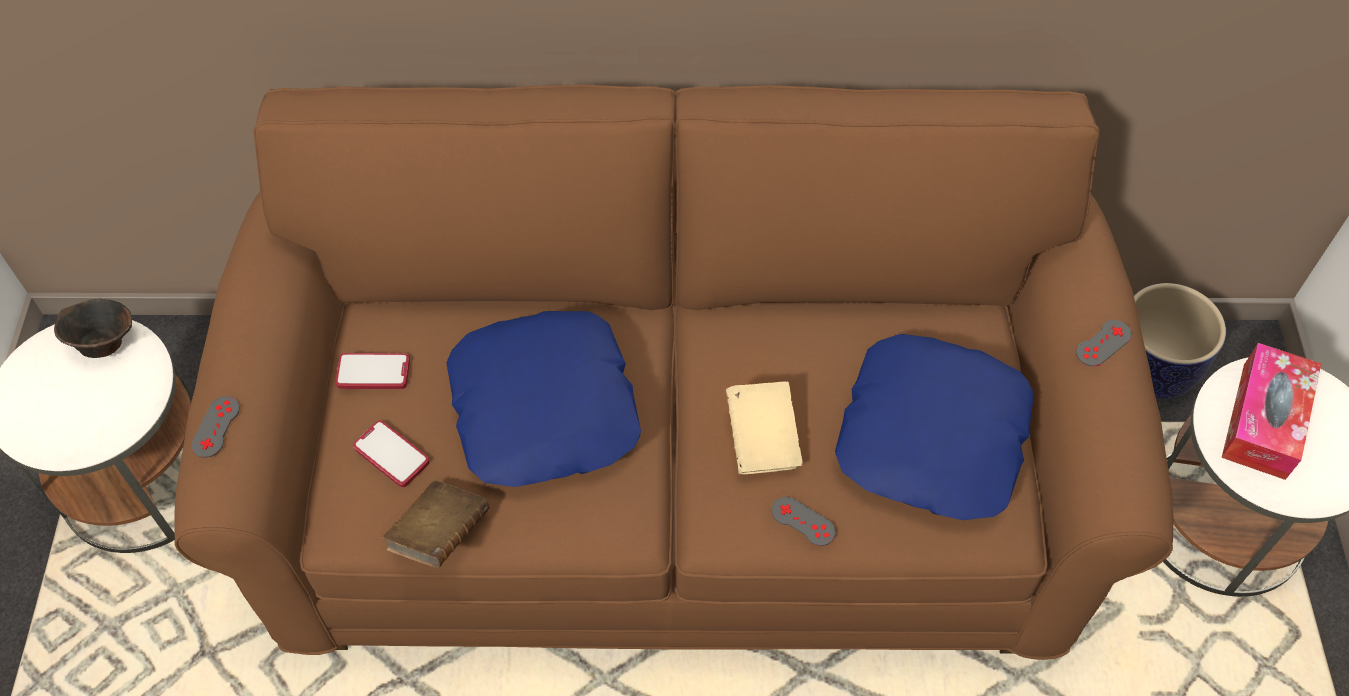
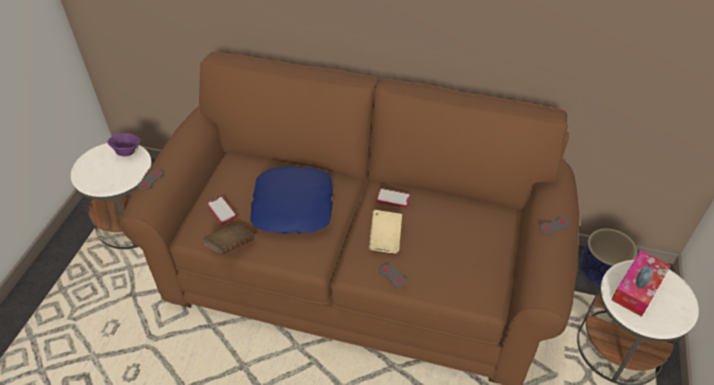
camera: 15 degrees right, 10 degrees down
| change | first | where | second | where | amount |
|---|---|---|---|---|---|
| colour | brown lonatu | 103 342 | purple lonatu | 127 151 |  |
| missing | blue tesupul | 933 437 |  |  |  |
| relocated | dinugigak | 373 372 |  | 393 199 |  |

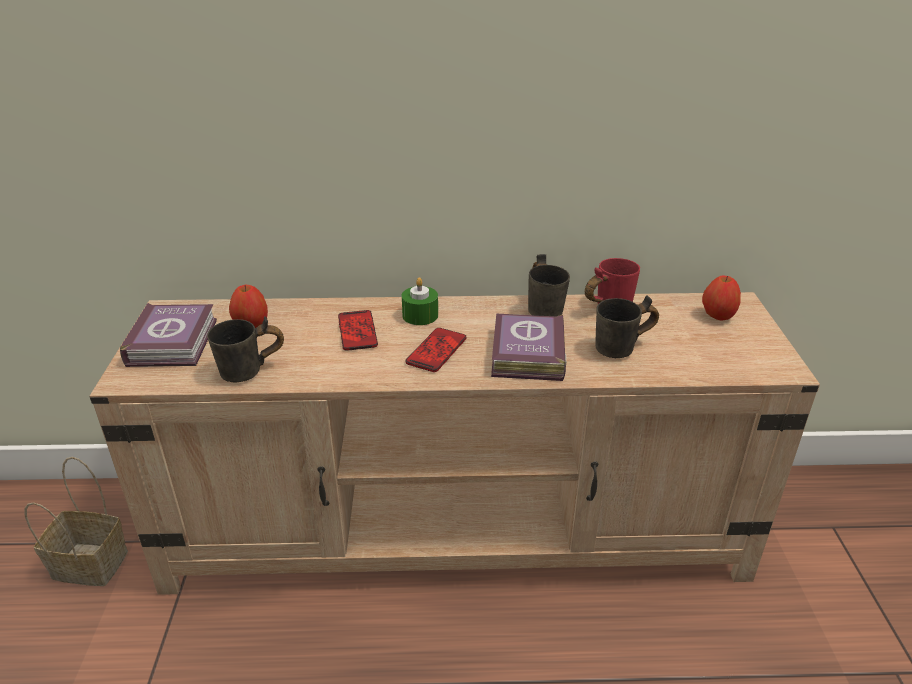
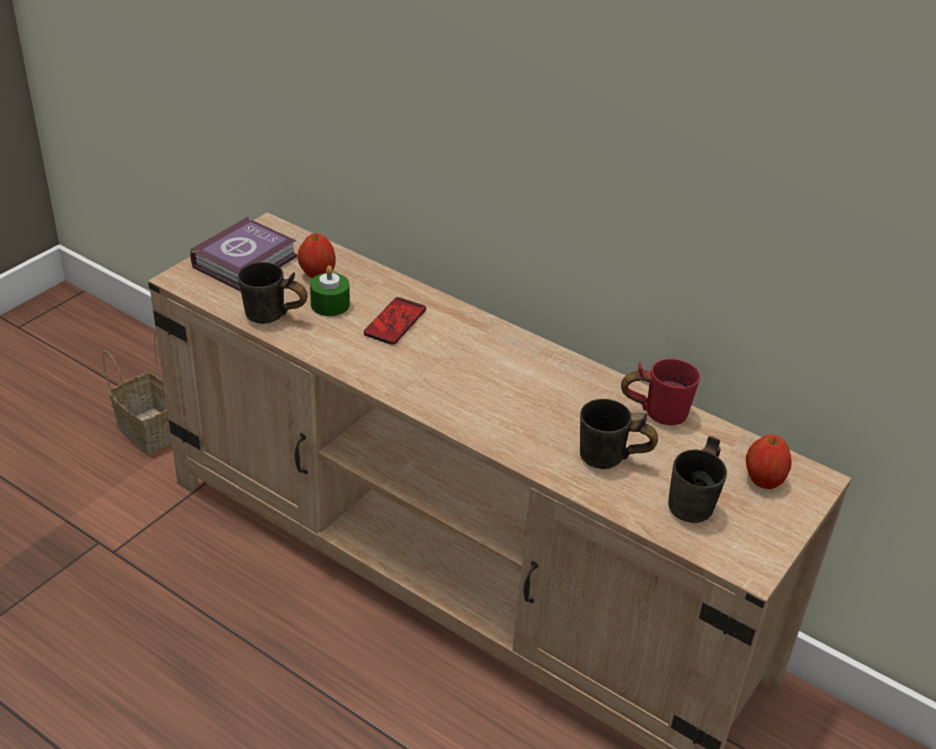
camera: 35 degrees right, 5 degrees up
| change | first | where | second | where | amount |
|---|---|---|---|---|---|
| relocated | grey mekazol | 547 308 |  | 699 504 |  |
| relocated | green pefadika | 420 315 |  | 330 304 |  |
| missing | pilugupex | 526 355 |  |  |  |
| missing | dinugigak | 436 351 |  |  |  |

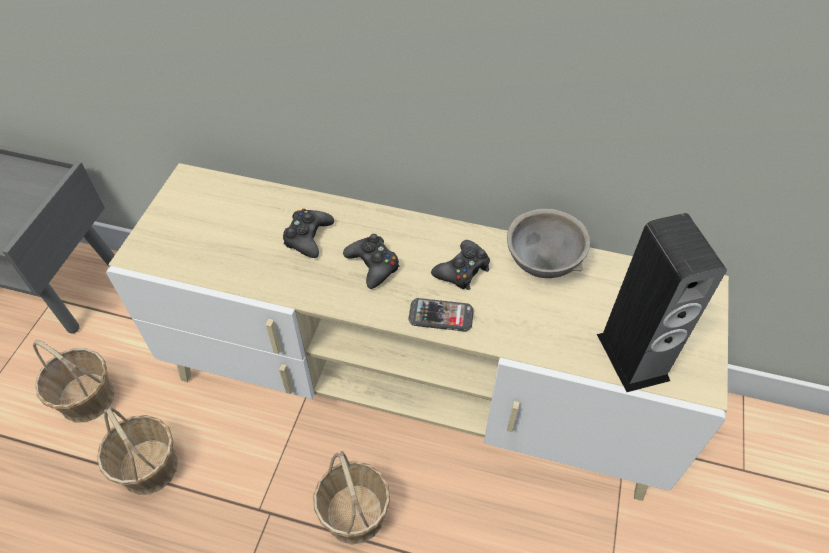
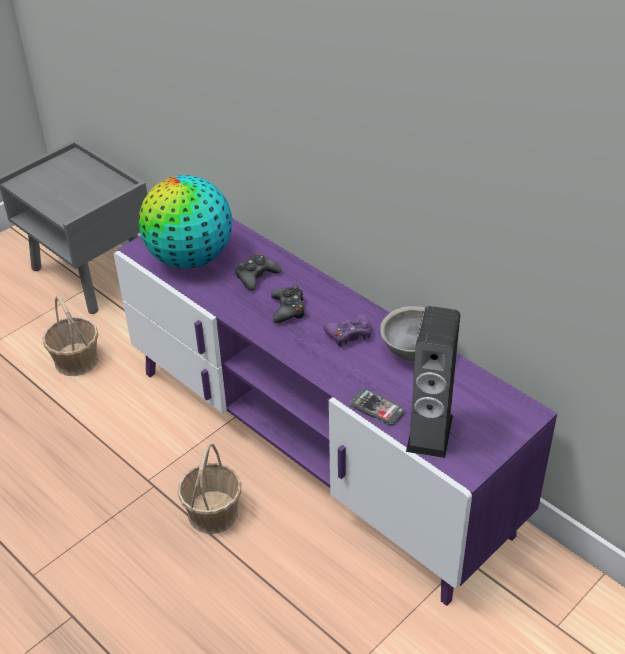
camera: 30 degrees right, 10 degrees down
| change | first | where | second | where | amount |
|---|---|---|---|---|---|
| colour | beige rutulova | 414 386 | purple rutulova | 316 448 |  |
| colour | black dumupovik | 462 270 | purple dumupovik | 349 335 |  |
| relocated | dinugigak | 441 316 |  | 377 408 |  |
| missing | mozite | 149 466 |  |  |  |
| appeared |  |  | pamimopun | 190 258 |  |

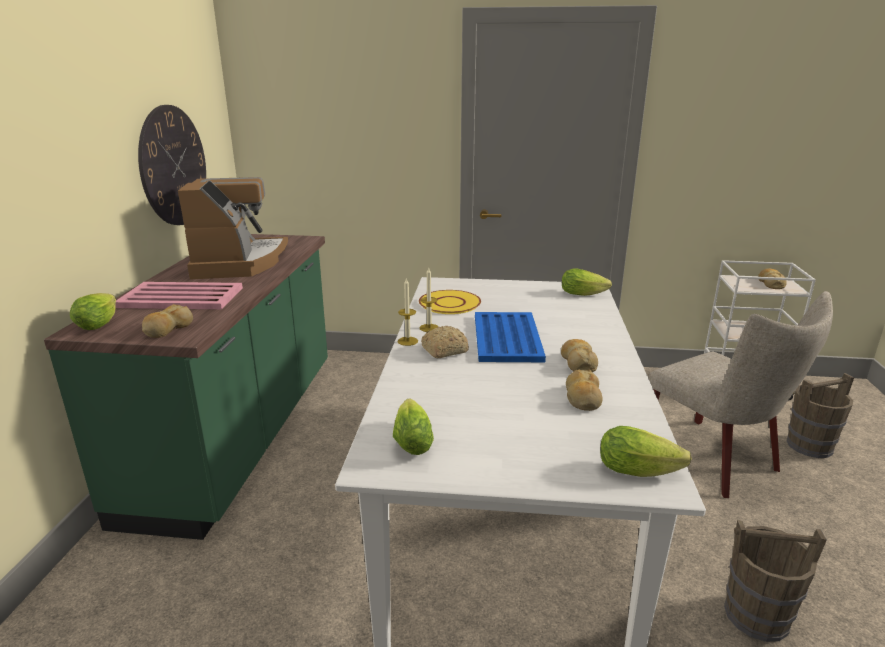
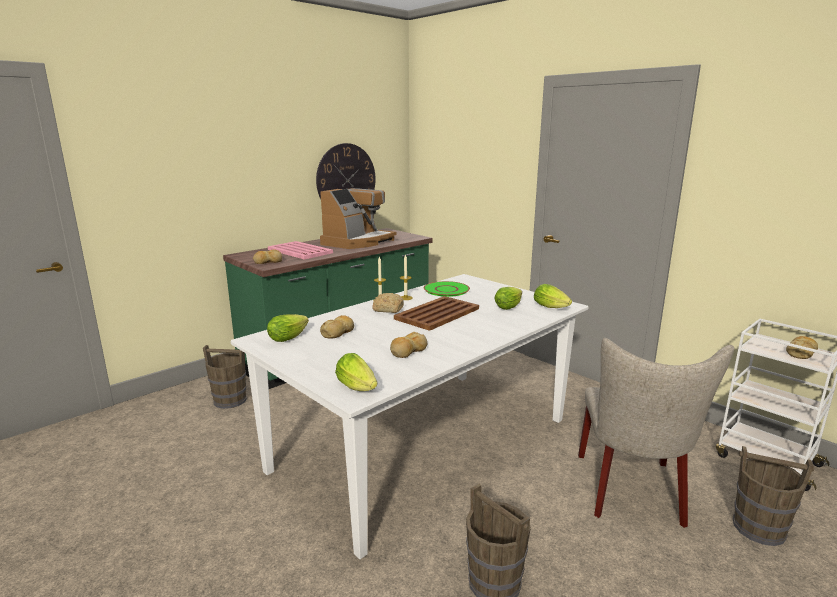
camera: 40 degrees right, 5 degrees down
| change | first | where | second | where | amount |
|---|---|---|---|---|---|
| colour | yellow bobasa | 450 303 | green bobasa | 446 290 |  |
| relocated | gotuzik | 100 322 |  | 509 306 |  |
| colour | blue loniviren | 506 338 | brown loniviren | 436 314 |  |
| relocated | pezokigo | 578 363 |  | 338 332 |  |
| appeared |  |  | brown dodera | 230 400 |  |

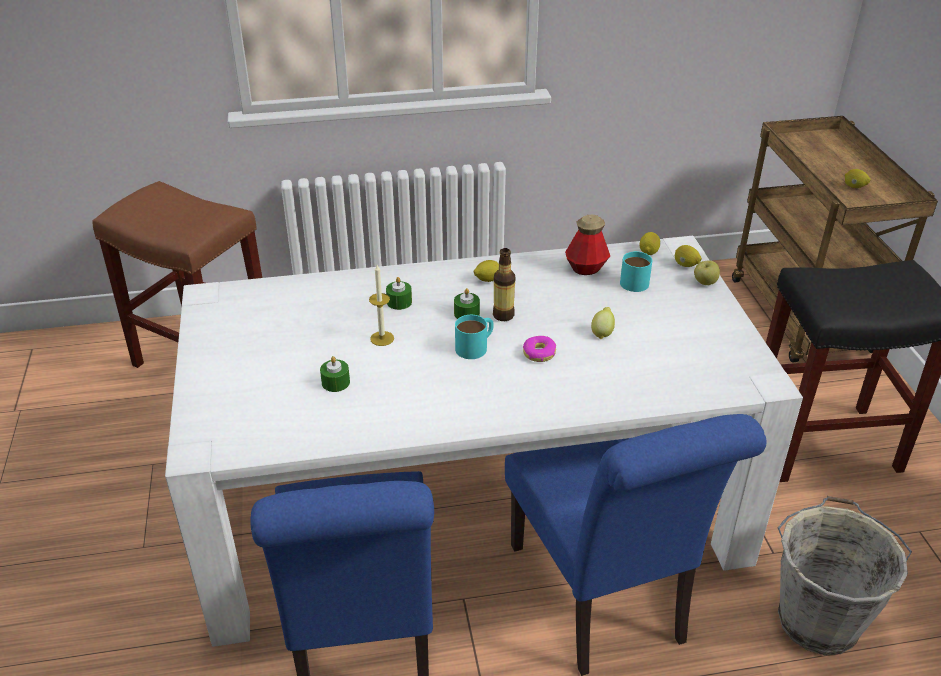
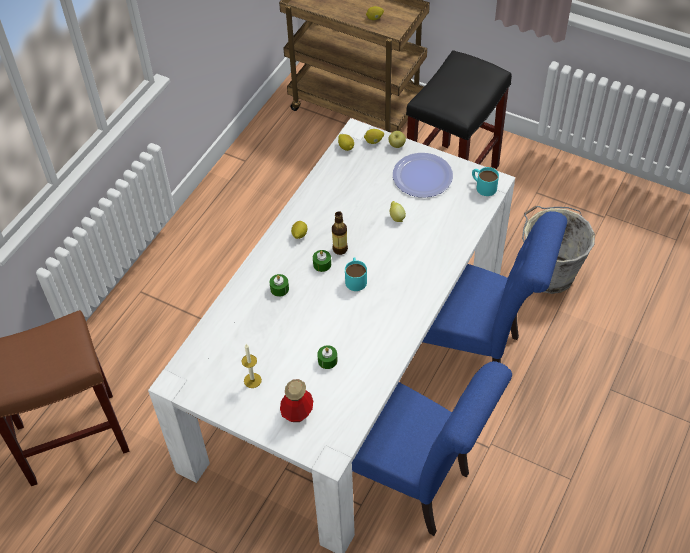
camera: 50 degrees left, 15 degrees up
| change | first | where | second | where | amount |
|---|---|---|---|---|---|
| relocated | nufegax | 586 268 |  | 297 412 |  |
| relocated | turquoise mekazol | 634 280 |  | 483 186 |  |
| relocated | pefadika | 382 338 |  | 252 380 |  |
| missing | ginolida | 539 353 |  |  |  |
| appeared |  |  | bobasa | 422 176 |  |

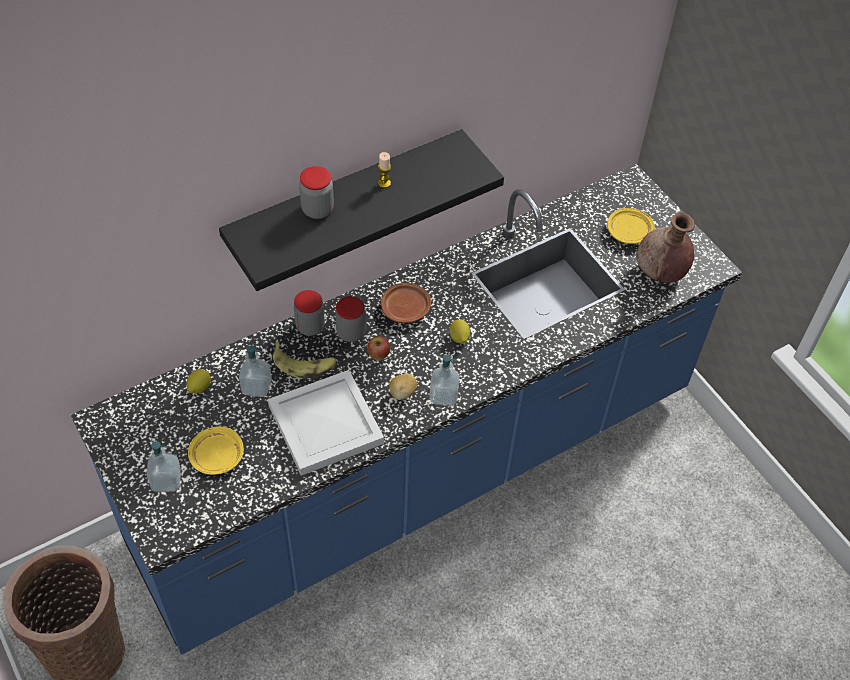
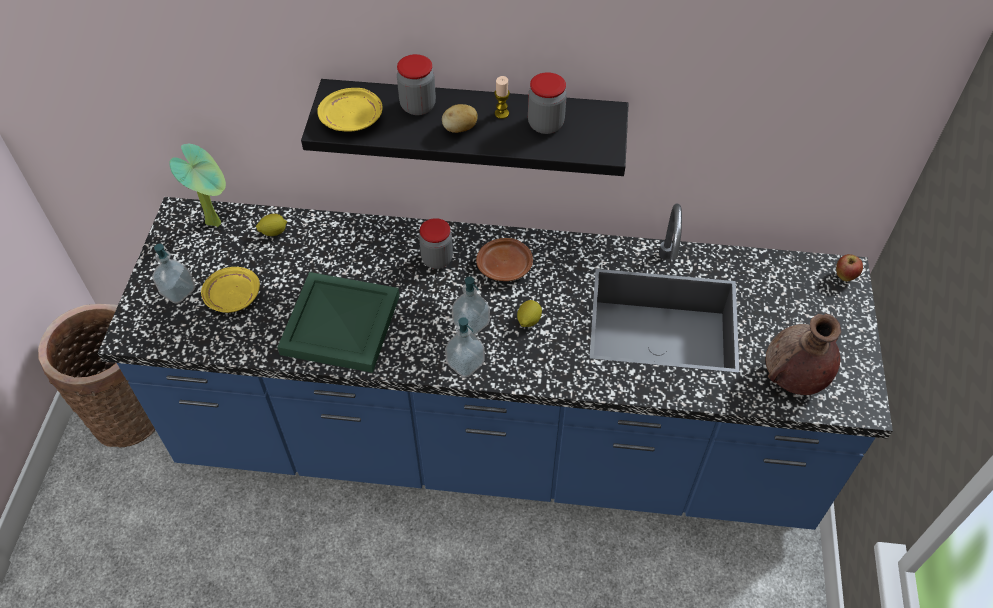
camera: 40 degrees right, 0 degrees up
| change | first | where | second | where | amount |
|---|---|---|---|---|---|
| relocated | yellow bobasa | 629 231 |  | 352 118 |  |
| relocated | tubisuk | 310 326 |  | 545 124 |  |
| relocated | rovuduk | 378 356 |  | 844 276 |  |
| missing | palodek | 304 364 |  |  |  |
| relocated | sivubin | 256 386 |  | 471 323 |  |
| colour | white loniviren | 327 425 | green loniviren | 342 326 |  |
| relocated | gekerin | 402 393 |  | 460 129 |  |
| appeared |  |  | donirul | 216 221 |  |

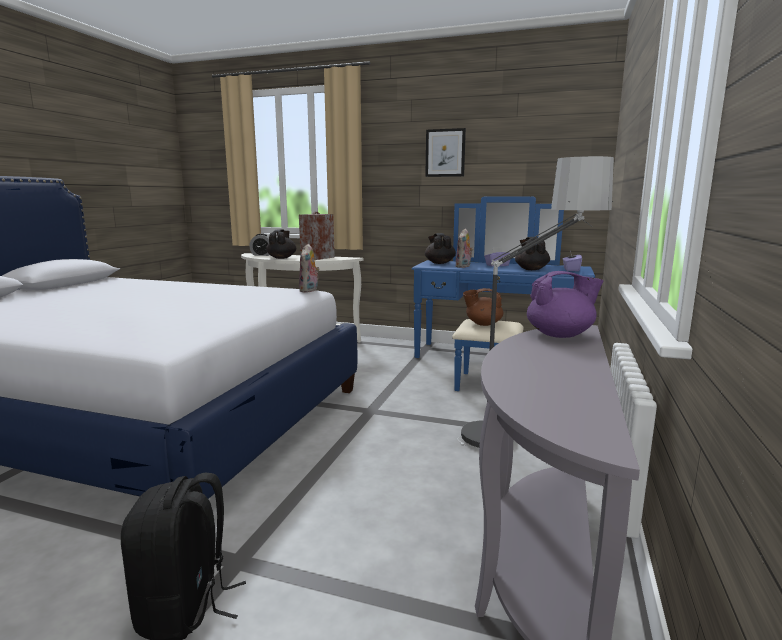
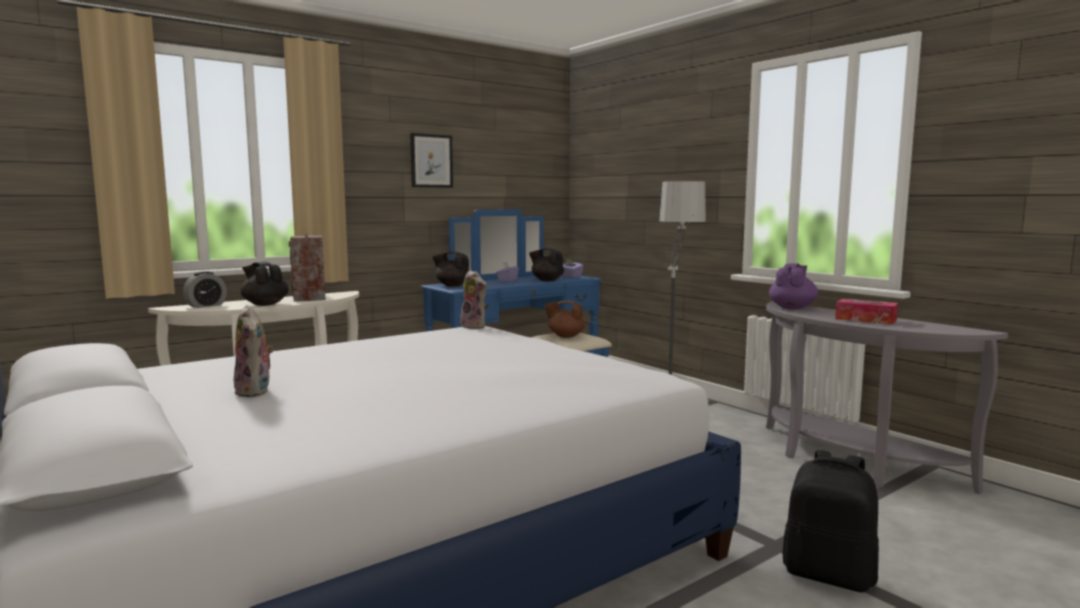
camera: 55 degrees left, 5 degrees down
| change | first | where | second | where | amount |
|---|---|---|---|---|---|
| relocated | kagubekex | 463 266 |  | 256 391 |  |
| spun | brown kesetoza | 483 324 |  | 565 336 | 60 degrees clockwise |
| appeared |  |  | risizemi | 865 319 |  |

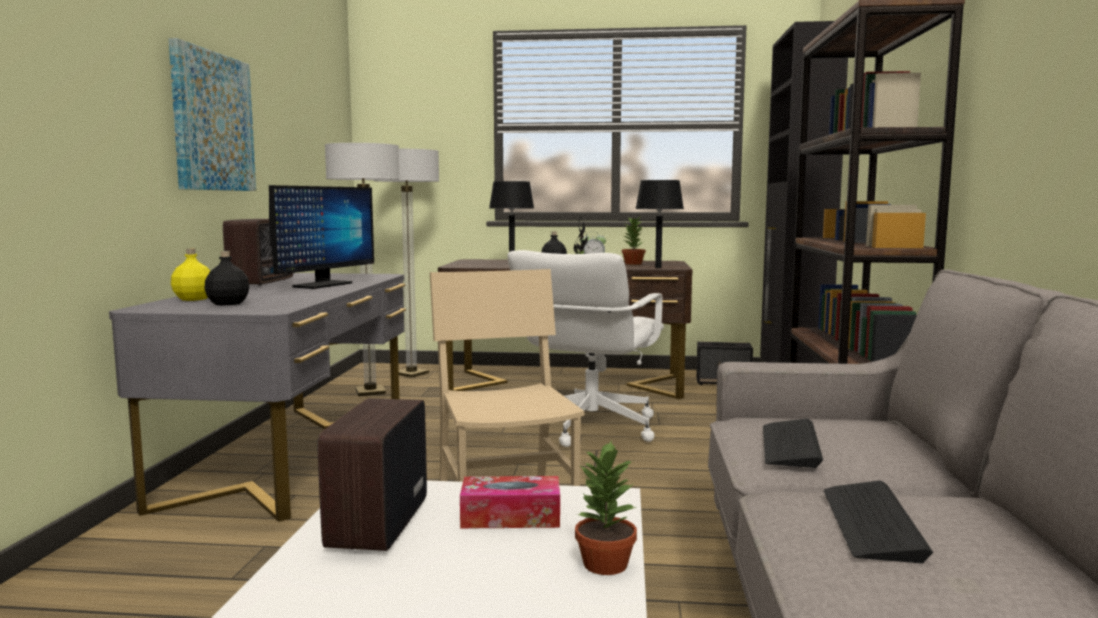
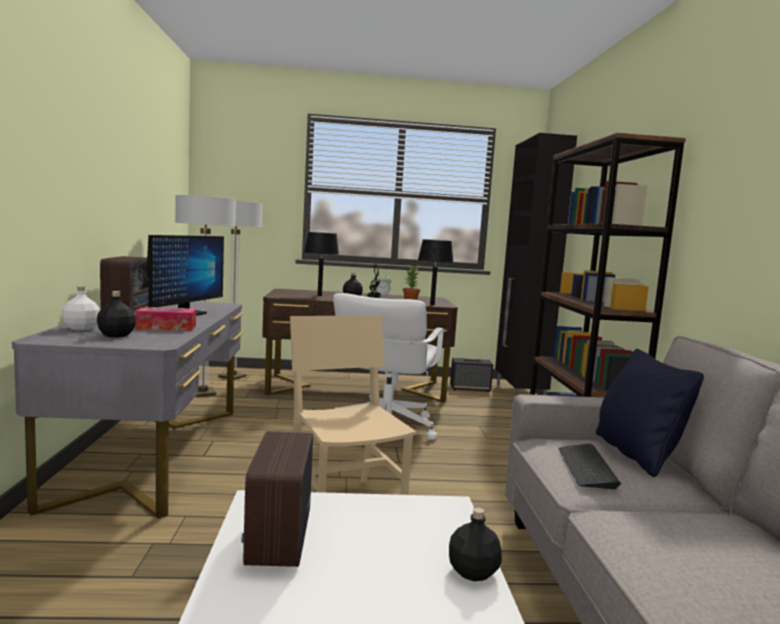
camera: 10 degrees left, 0 degrees up
| change | first | where | second | where | amount |
|---|---|---|---|---|---|
| missing | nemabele | 212 122 |  |  |  |
| colour | yellow nufegax | 193 299 | white nufegax | 81 328 |  |
| exchanged | donirul | 604 565 | black nufegax | 473 572 |  |
| relocated | risizemi | 510 517 |  | 166 327 |  |
| missing | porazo | 871 522 |  |  |  |
| appeared |  |  | black tesupul | 636 454 |  |

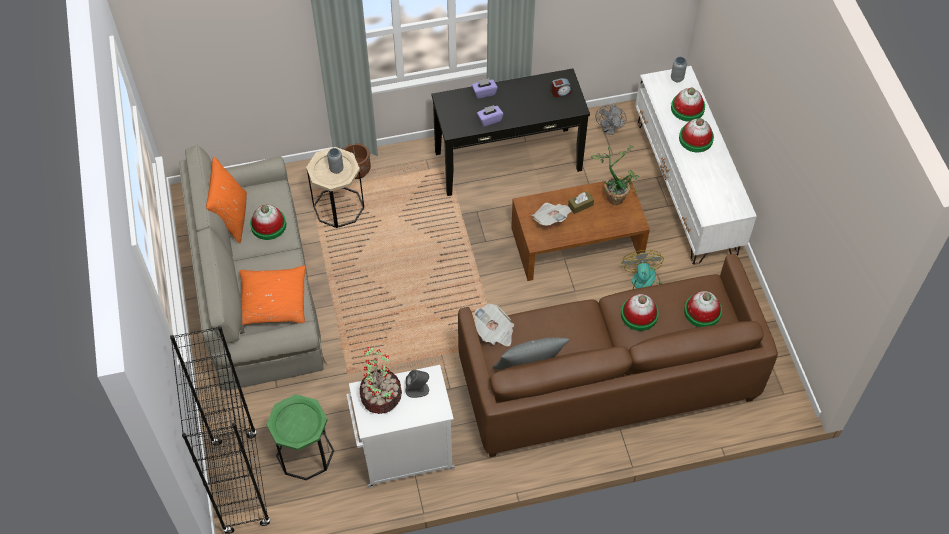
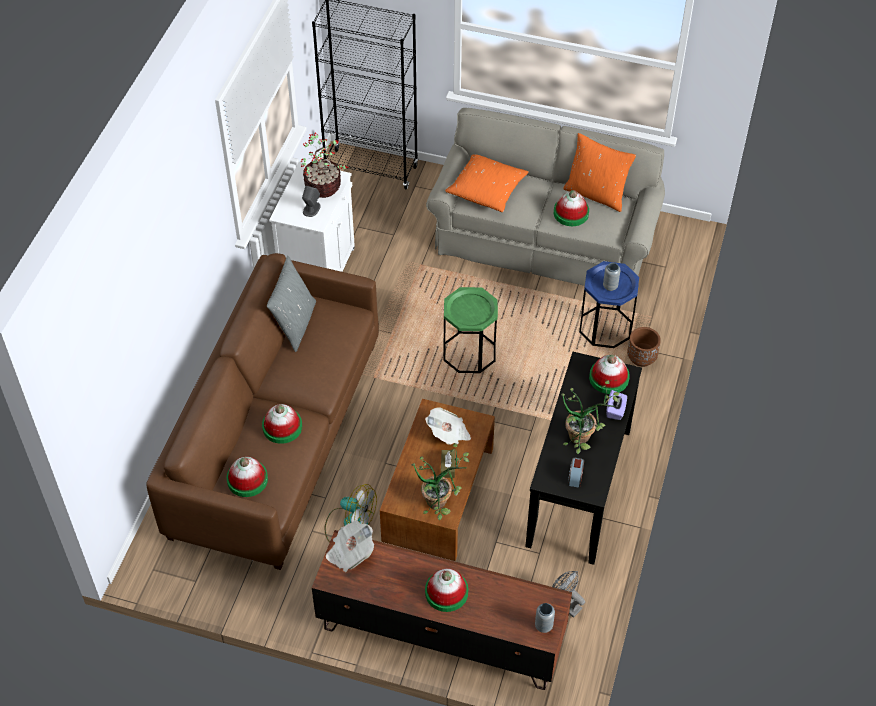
camera: 120 degrees right, 5 degrees down
| change | first | where | second | where | amount |
|---|---|---|---|---|---|
| colour | white rutulova | 686 187 | brown rutulova | 440 633 |  |
| relocated | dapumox | 687 108 |  | 609 378 |  |
| missing | purple risizemi | 489 120 |  |  |  |
| colour | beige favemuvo | 338 207 | blue favemuvo | 605 327 |  |
| relocated | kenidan | 494 332 |  | 350 553 |  |
| relocated | green favemuvo | 305 453 |  | 469 352 |  |
| appeared |  |  | donirul | 583 440 |  |

